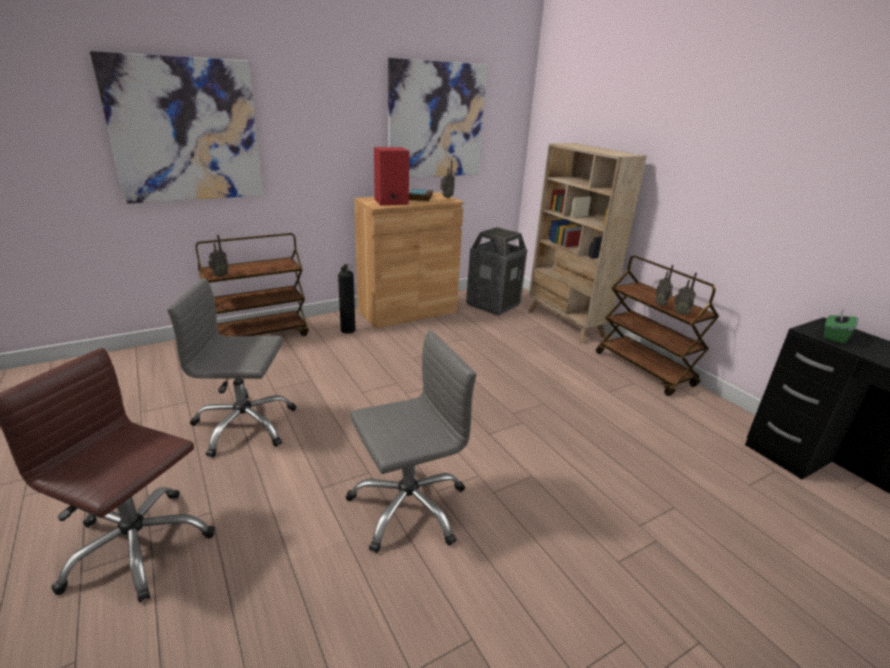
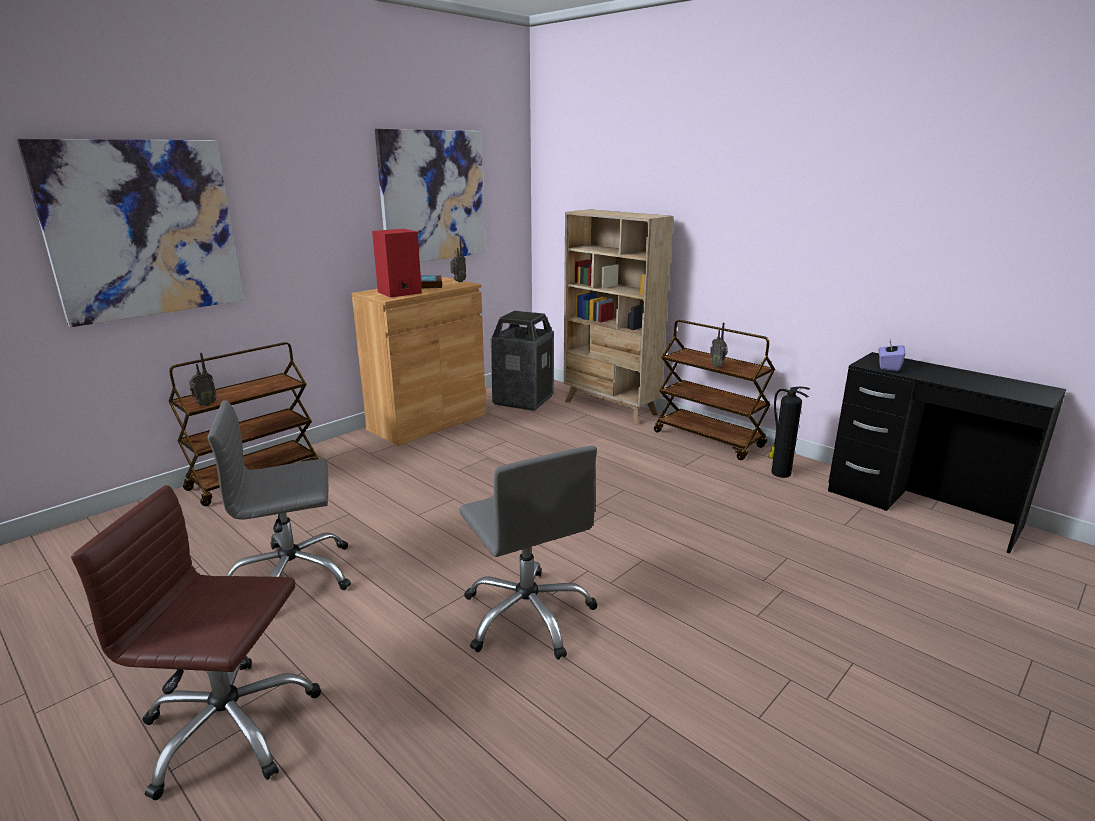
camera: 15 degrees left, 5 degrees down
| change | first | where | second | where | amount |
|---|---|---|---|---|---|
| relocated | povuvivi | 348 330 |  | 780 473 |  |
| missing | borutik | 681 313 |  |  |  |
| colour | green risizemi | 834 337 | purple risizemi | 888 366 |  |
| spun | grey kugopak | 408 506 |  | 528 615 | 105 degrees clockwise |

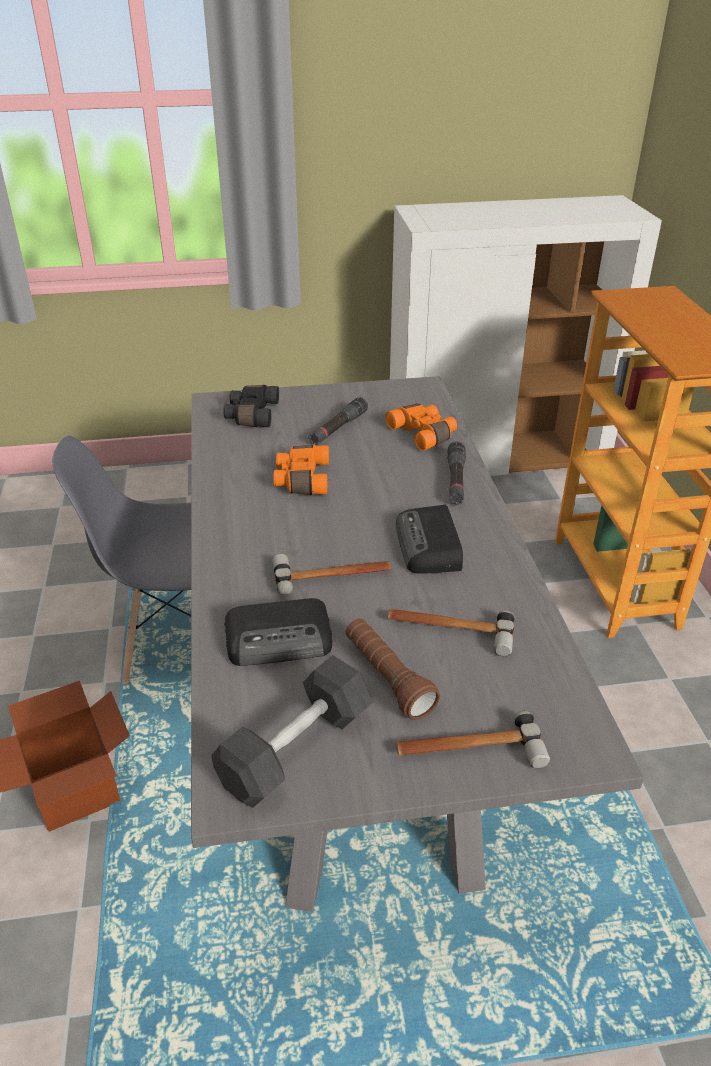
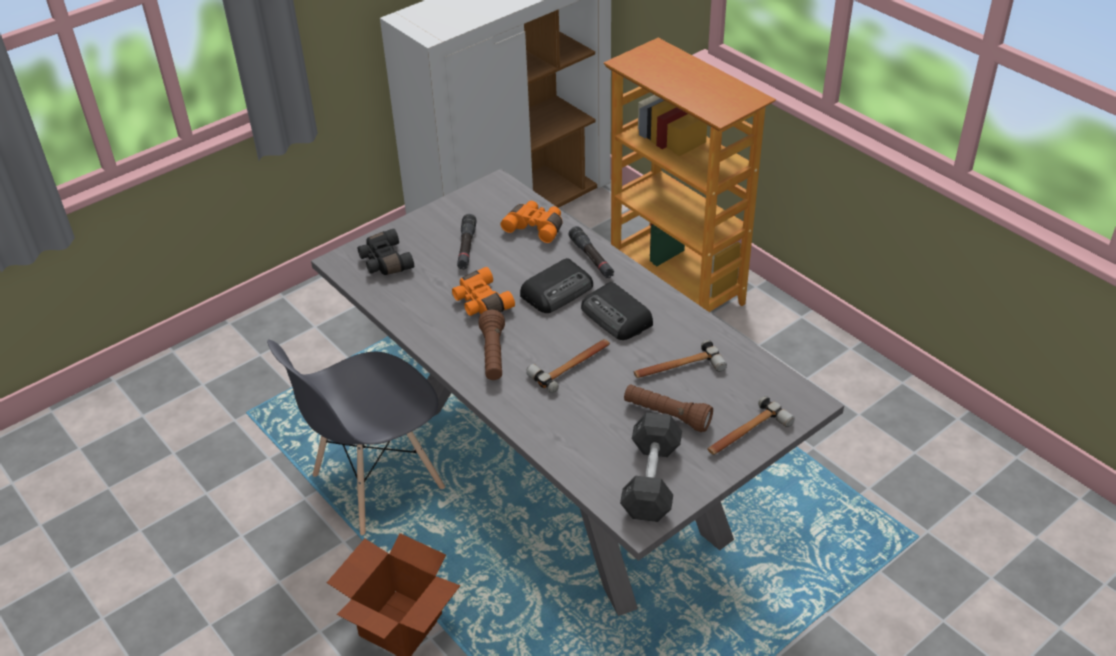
camera: 30 degrees left, 5 degrees up
| change | first | where | second | where | amount |
|---|---|---|---|---|---|
| relocated | borutik | 281 639 |  | 558 291 |  |
| appeared |  |  | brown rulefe | 493 355 |  |

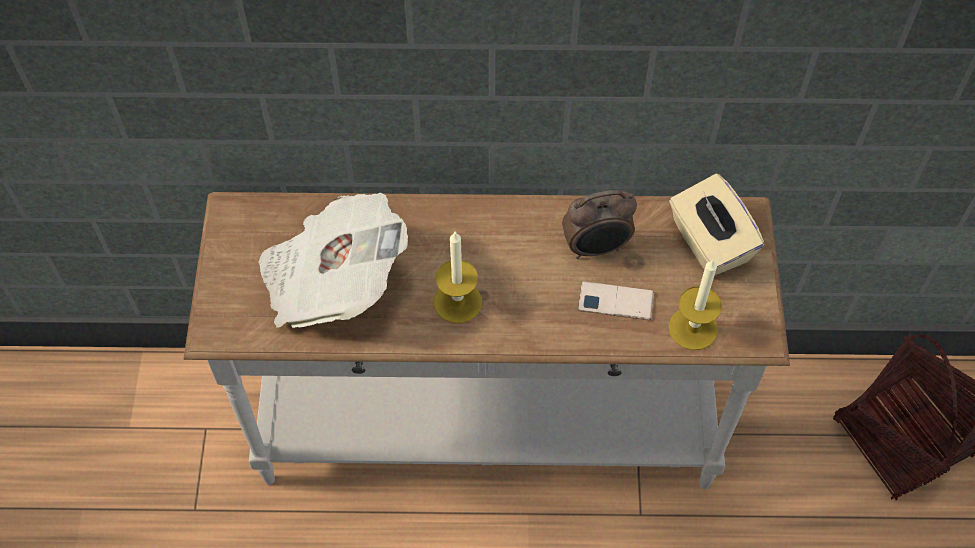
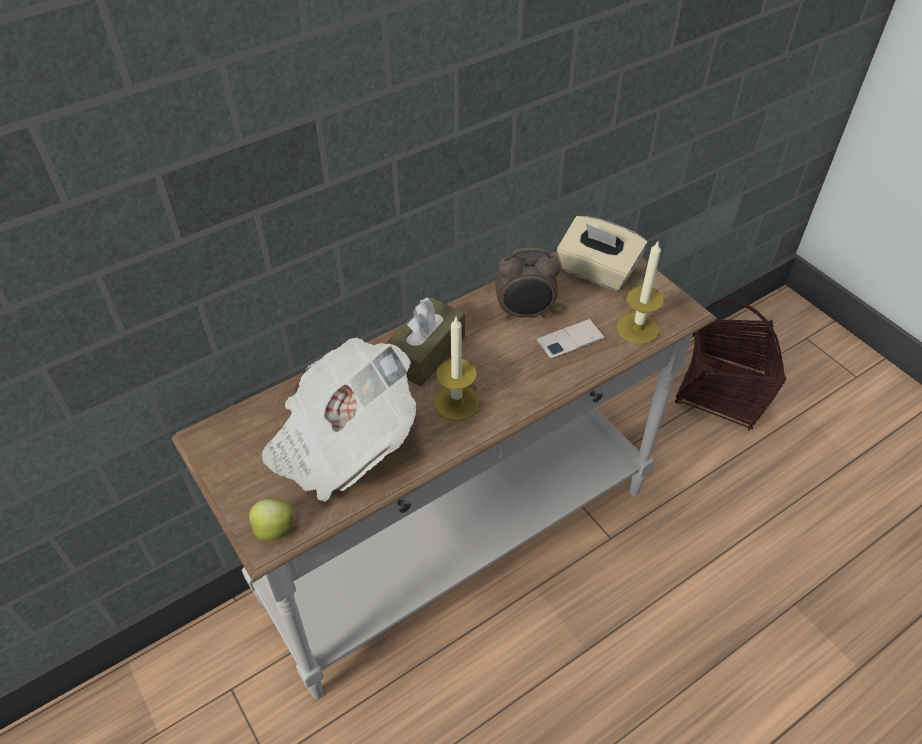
camera: 35 degrees left, 10 degrees down
| change | first | where | second | where | amount |
|---|---|---|---|---|---|
| spun | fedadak | 596 248 |  | 525 313 | 45 degrees clockwise |
| appeared |  |  | brown risizemi | 426 352 |  |
| appeared |  |  | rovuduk | 273 530 |  |

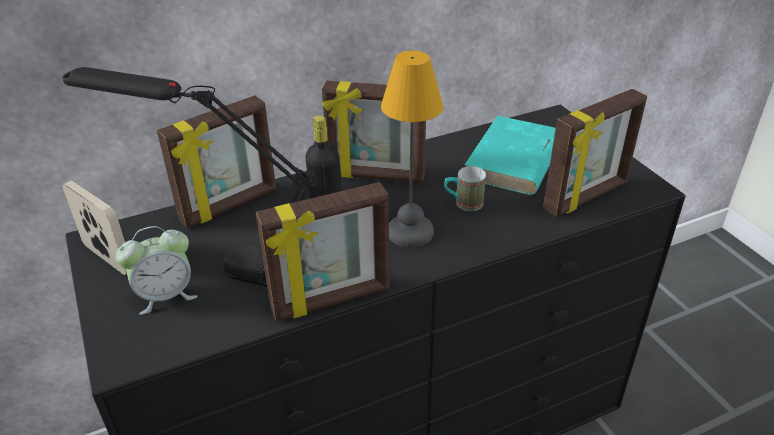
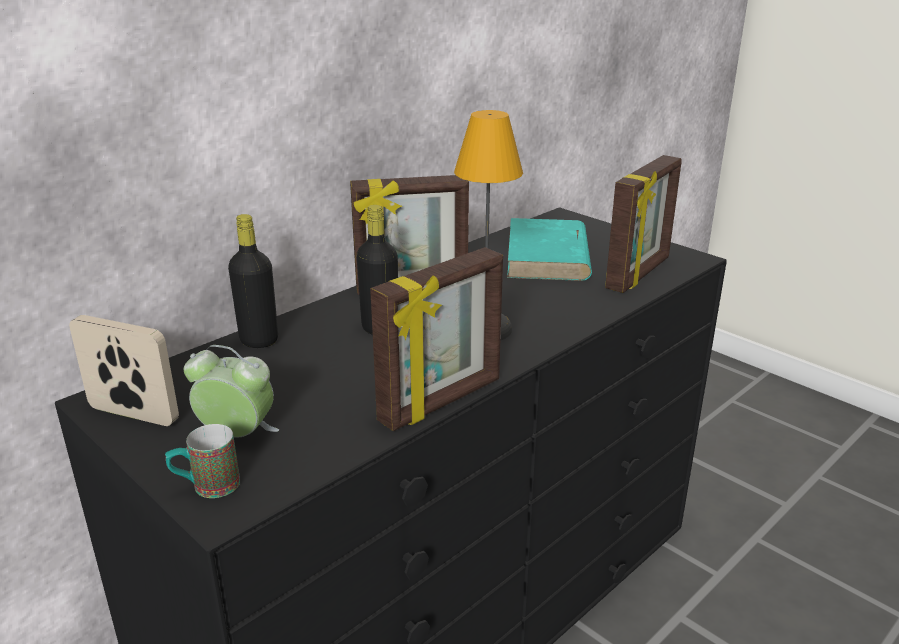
camera: 20 degrees left, 10 degrees down
| change | first | where | second | where | amount |
|---|---|---|---|---|---|
| missing | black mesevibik | 217 258 |  |  |  |
| exchanged | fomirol | 229 206 | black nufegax | 259 340 |  |
| relocated | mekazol | 463 203 |  | 206 487 |  |
| spun | fedadak | 165 295 |  | 237 435 | 120 degrees counterclockwise |

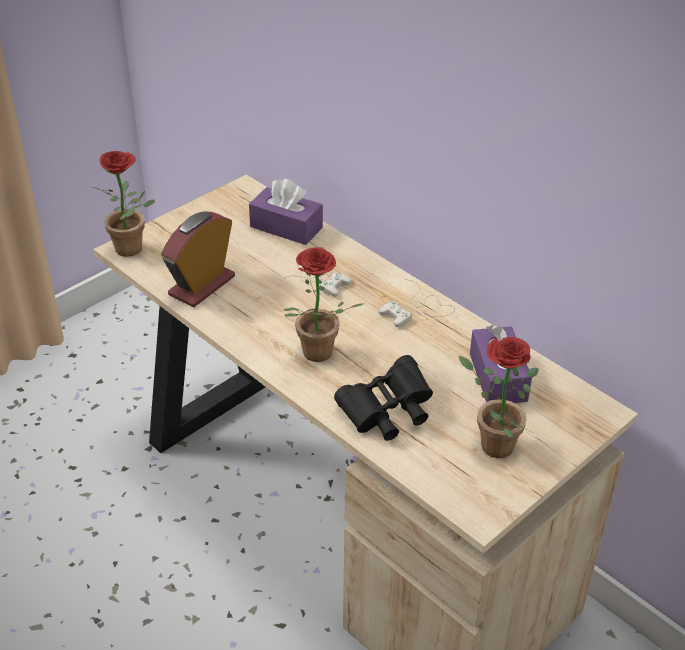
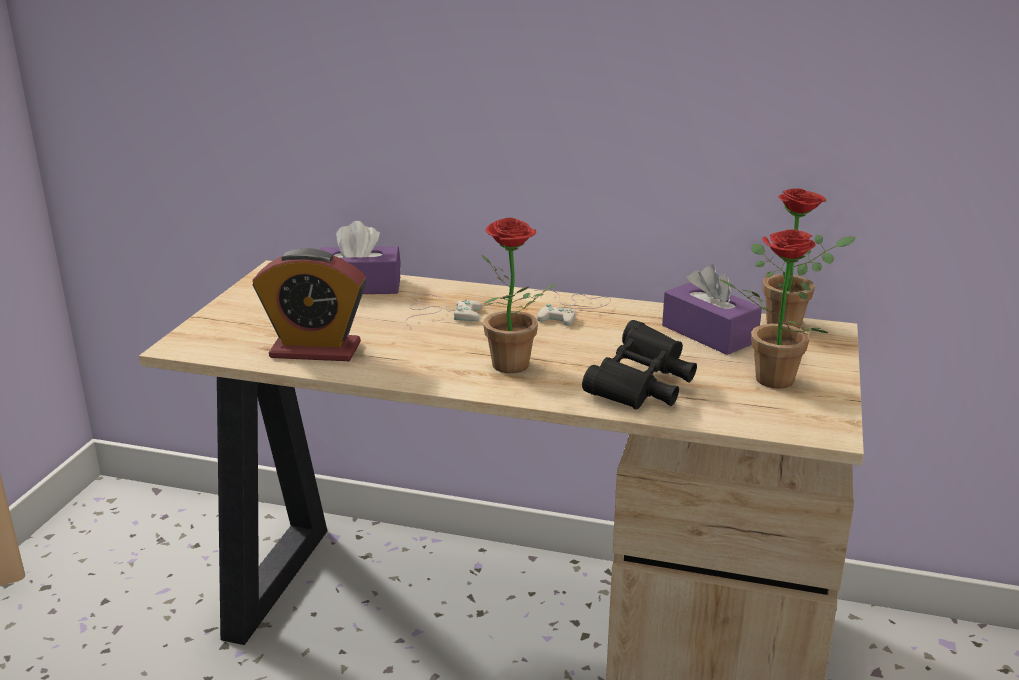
camera: 30 degrees left, 15 degrees down
| change | first | where | second | where | amount |
|---|---|---|---|---|---|
| relocated | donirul | 134 249 |  | 791 323 |  |
| spun | fedadak | 202 286 |  | 315 350 | 90 degrees counterclockwise |

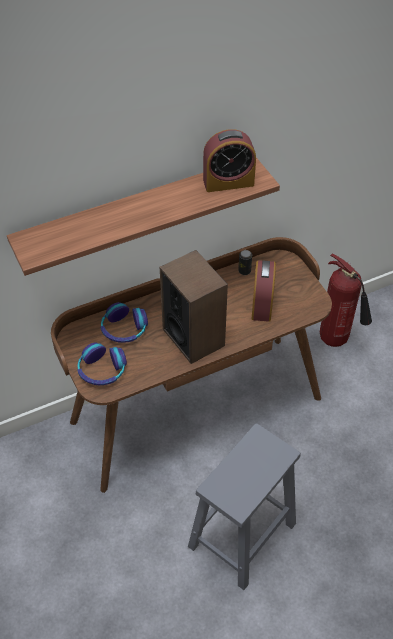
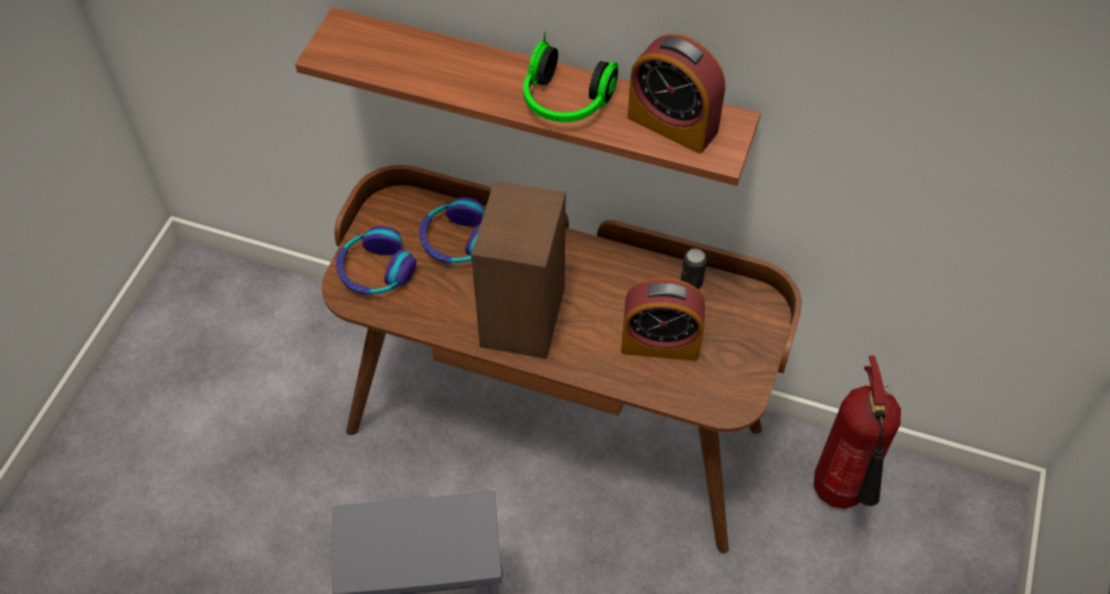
camera: 45 degrees right, 5 degrees up
| change | first | where | second | where | amount |
|---|---|---|---|---|---|
| spun | fedadak | 262 304 |  | 660 343 | 135 degrees counterclockwise |
| appeared |  |  | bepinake | 565 103 |  |

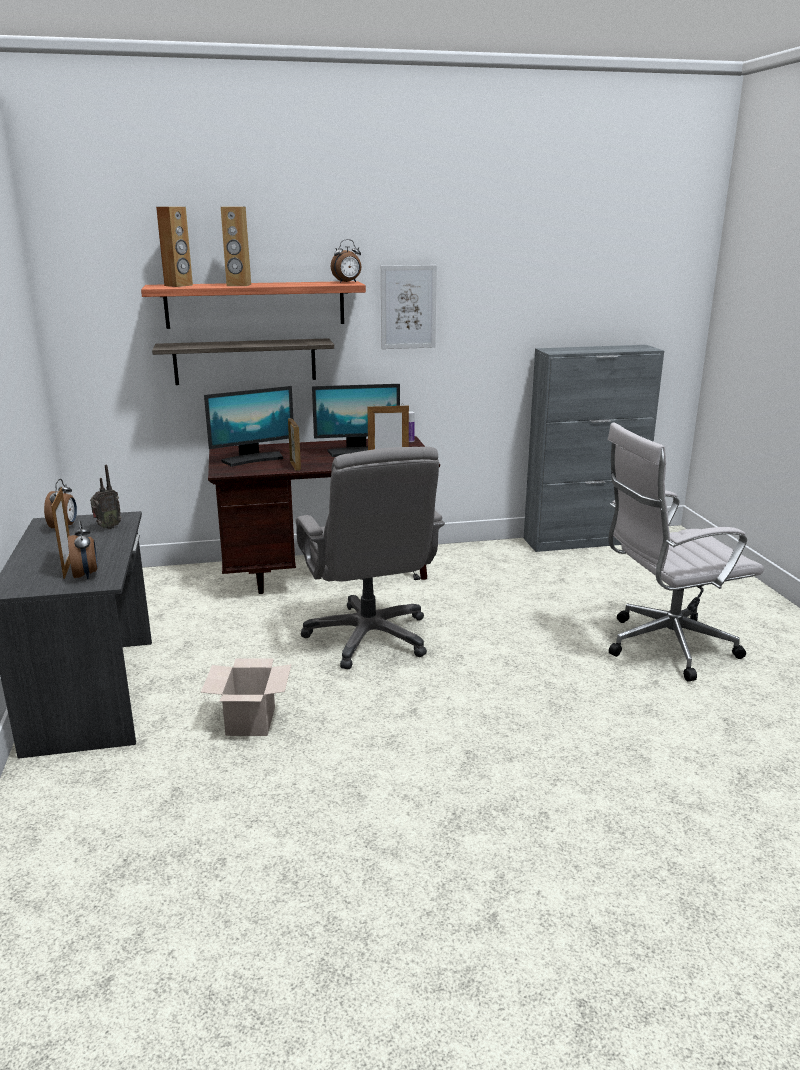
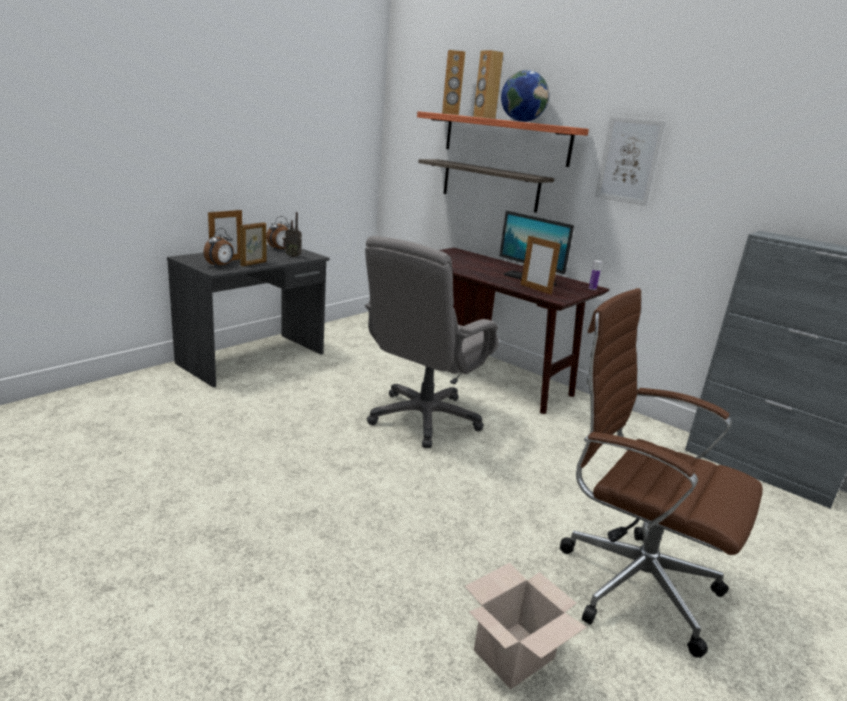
camera: 50 degrees right, 0 degrees up
| change | first | where | second | where | amount |
|---|---|---|---|---|---|
| missing | fedadak | 347 282 |  |  |  |
| missing | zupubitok | 253 459 |  |  |  |
| relocated | fomirol | 295 465 |  | 254 264 |  |
| colour | white kugopak | 663 647 | brown kugopak | 629 583 |  |
| relocated | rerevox | 250 720 |  | 514 652 |  |
| appeared |  |  | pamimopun | 521 121 |  |

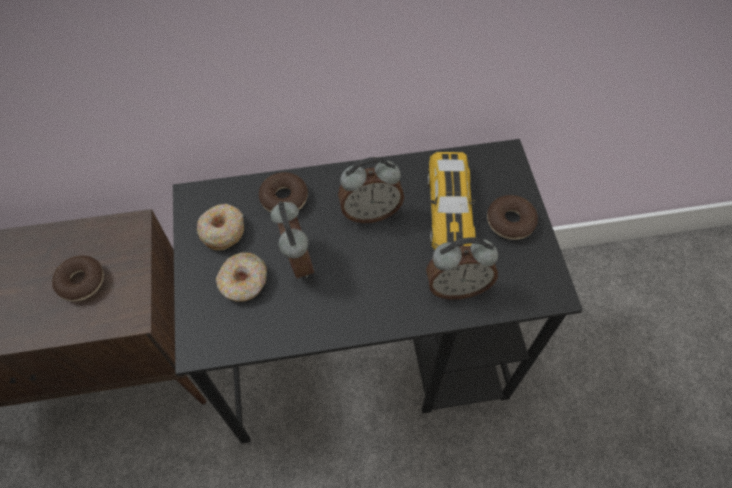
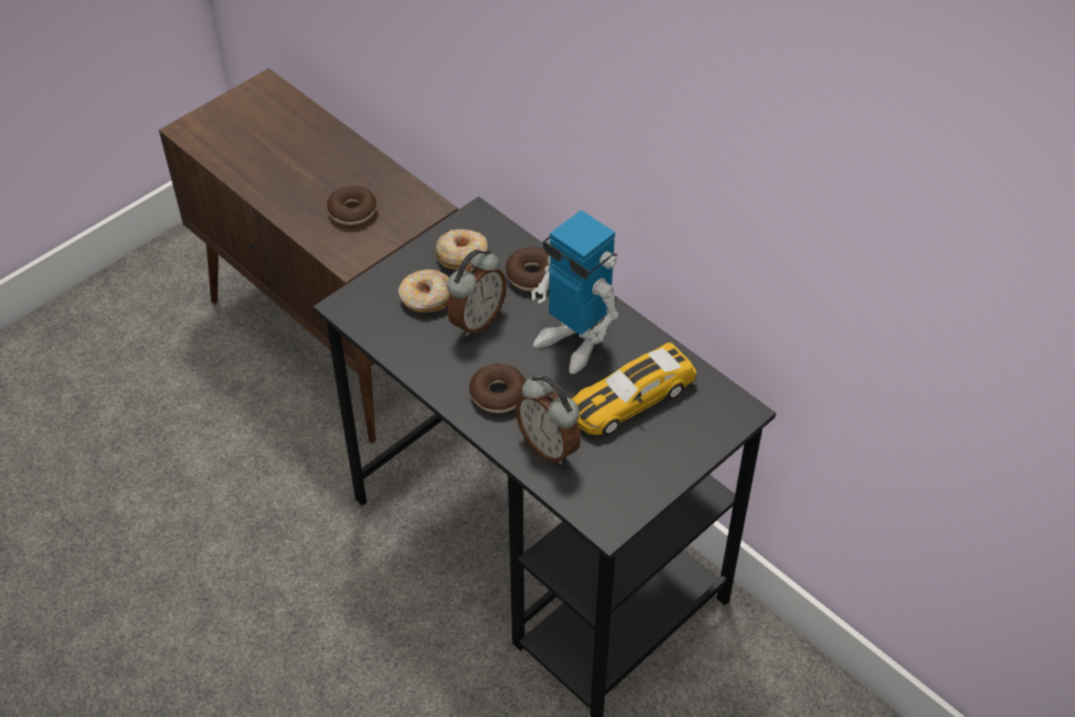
camera: 55 degrees right, 10 degrees down
| change | first | where | second | where | amount |
|---|---|---|---|---|---|
| exchanged | fedadak | 370 212 | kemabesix | 573 342 |  |
| relocated | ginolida | 510 222 |  | 498 394 |  |

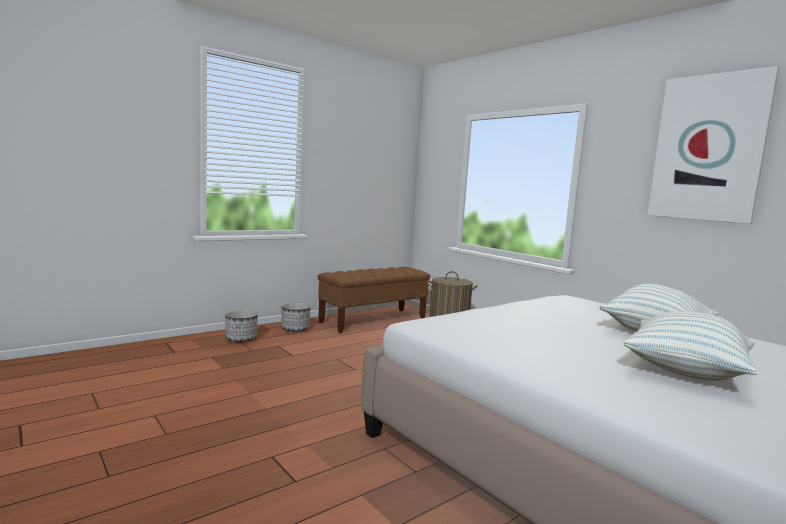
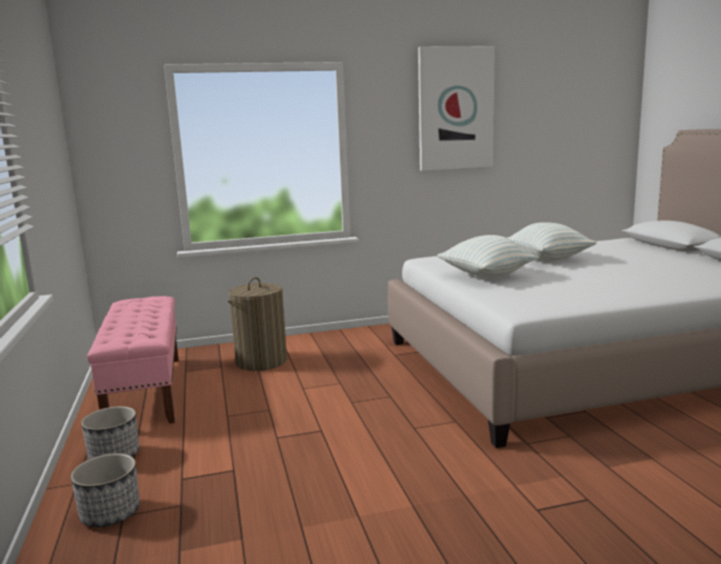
camera: 65 degrees left, 5 degrees up
| change | first | where | second | where | amount |
|---|---|---|---|---|---|
| colour | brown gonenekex | 373 320 | pink gonenekex | 145 391 |  |
| relocated | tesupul | 685 372 |  | 486 276 |  |

